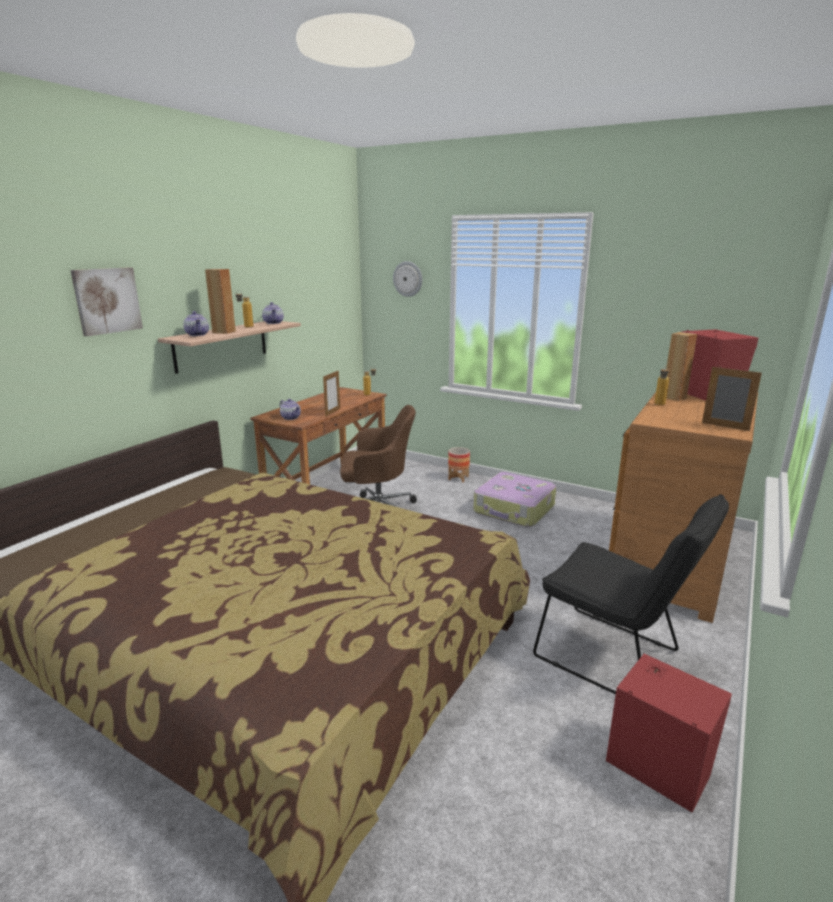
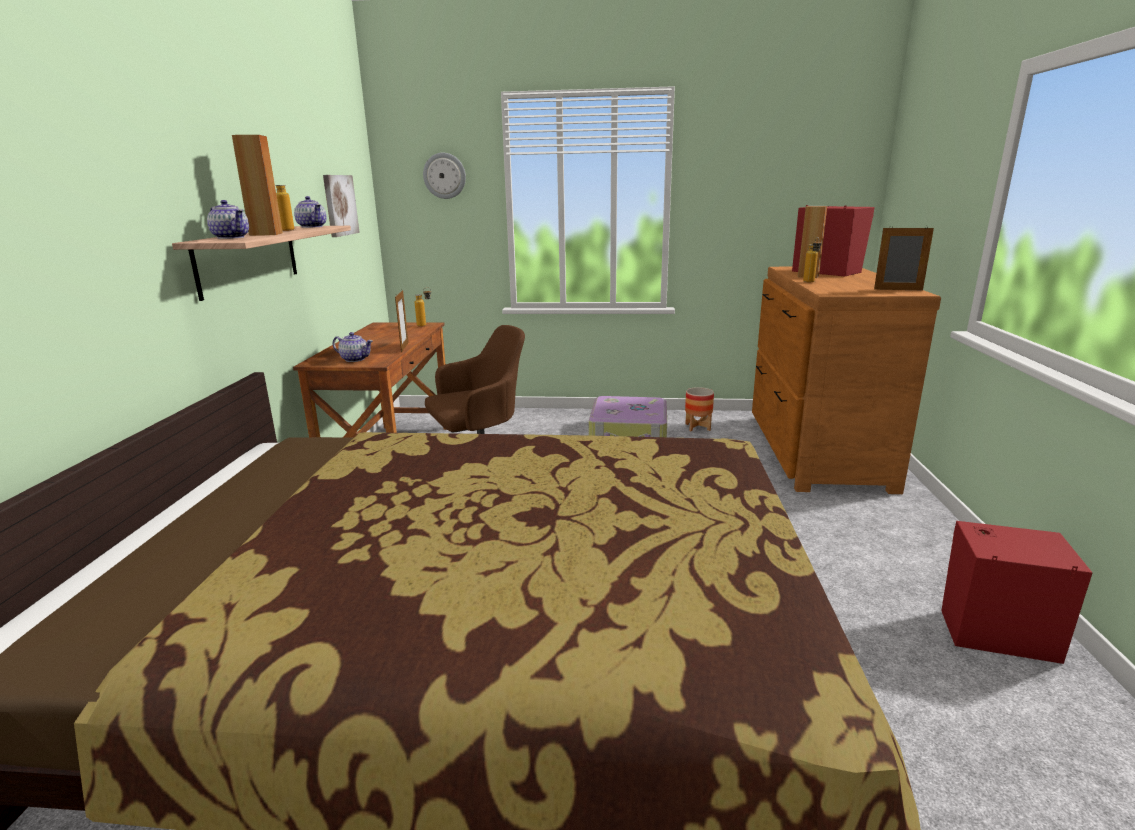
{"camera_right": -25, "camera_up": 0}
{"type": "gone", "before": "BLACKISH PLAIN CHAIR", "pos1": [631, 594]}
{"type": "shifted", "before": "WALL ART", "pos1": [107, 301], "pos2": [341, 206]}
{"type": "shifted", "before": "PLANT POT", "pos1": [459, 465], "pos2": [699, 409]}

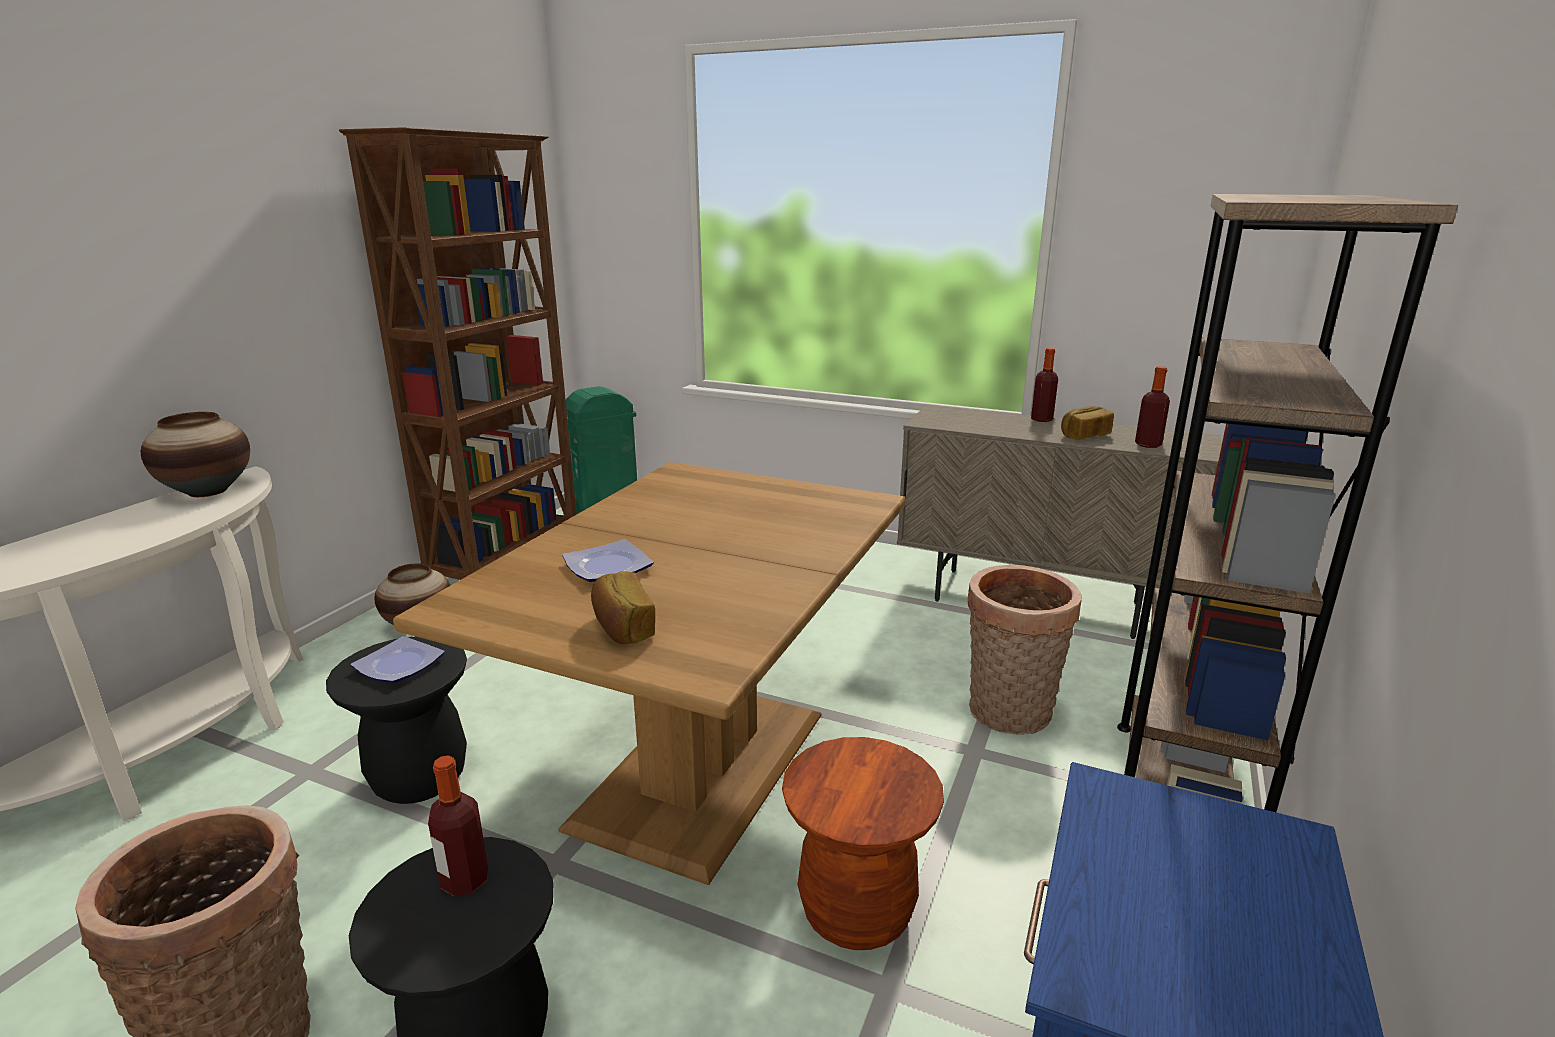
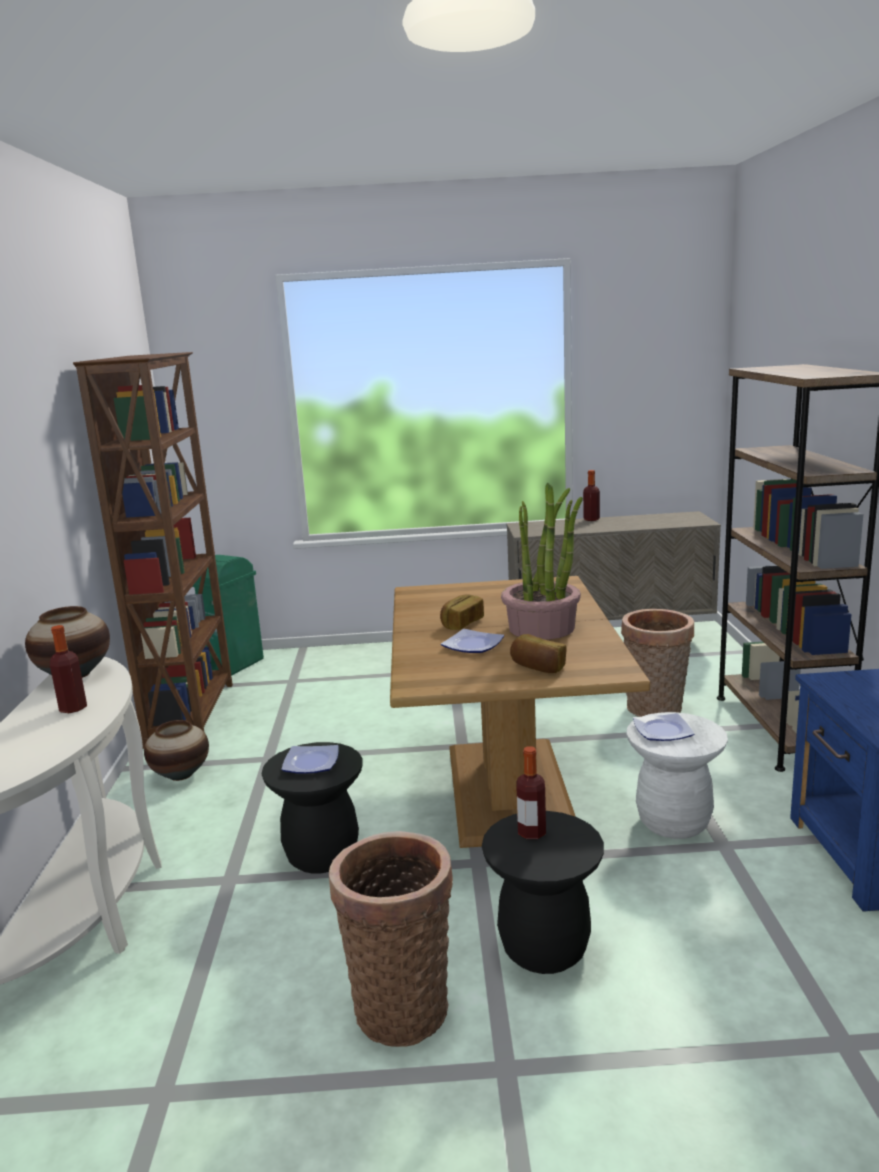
{"camera_right": -25, "camera_up": -5}
{"type": "new", "after": "PLANT IN A POT", "pos2": [542, 561]}
{"type": "new", "after": "DINNER PLATE", "pos2": [664, 727]}
{"type": "shifted", "before": "BREAD", "pos1": [1087, 423], "pos2": [462, 612]}
{"type": "shifted", "before": "BOTTLE", "pos1": [1152, 407], "pos2": [68, 669]}
{"type": "repainted", "before": "BROWNISH STOOL", "after": "WHITE-COLOURED STOOL", "pos1": [863, 843], "pos2": [677, 775]}

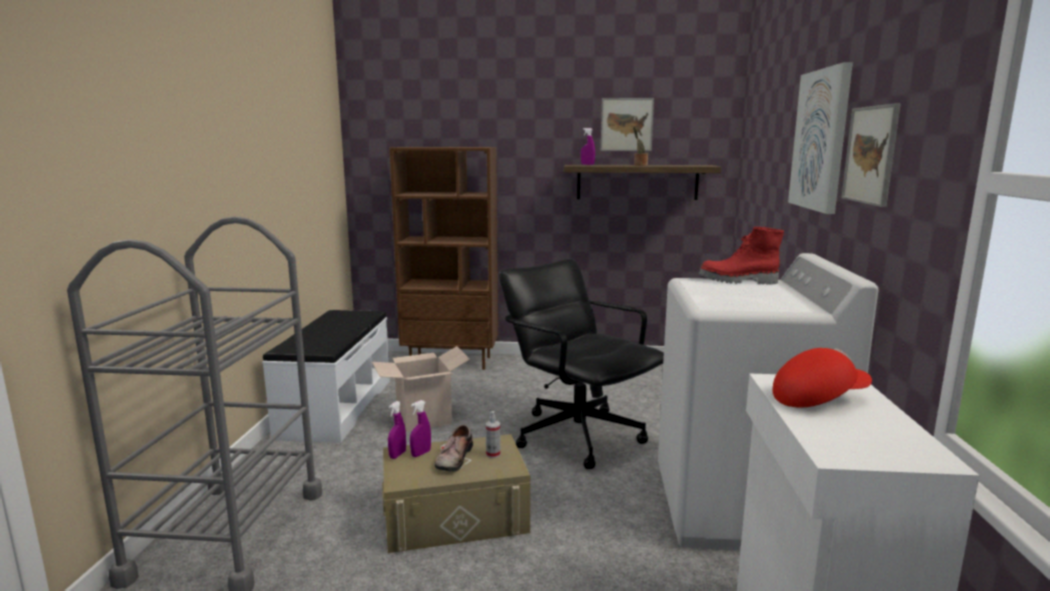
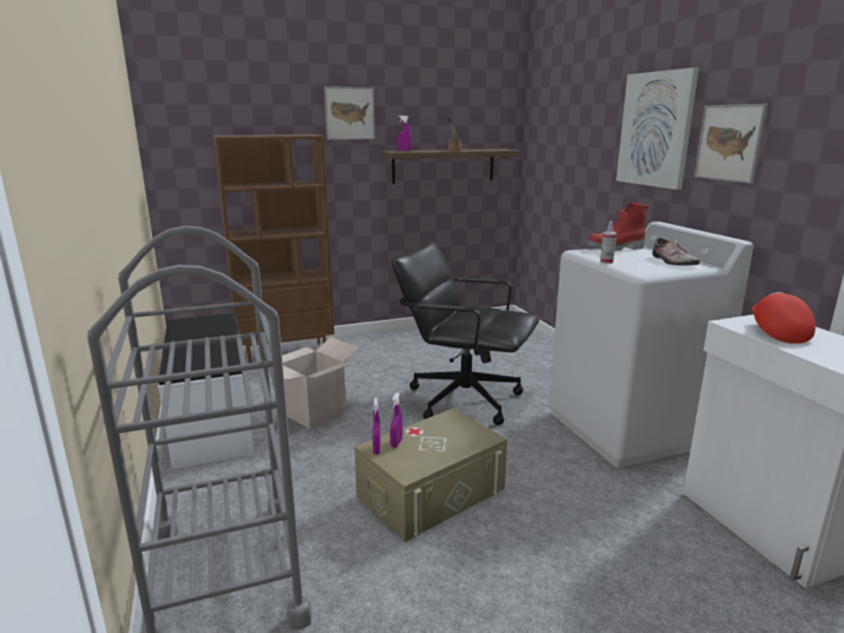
{"camera_right": -25, "camera_up": 5}
{"type": "shifted", "before": "ITEM OF FOOTWEAR", "pos1": [454, 448], "pos2": [676, 252]}
{"type": "shifted", "before": "HAND SPRAYER", "pos1": [493, 434], "pos2": [608, 242]}
{"type": "shifted", "before": "WALL ART", "pos1": [627, 124], "pos2": [349, 113]}
{"type": "rotated", "before": "REDDISH PEAKED CAP", "pos1": [822, 378], "pos2": [784, 318], "turn": -45}

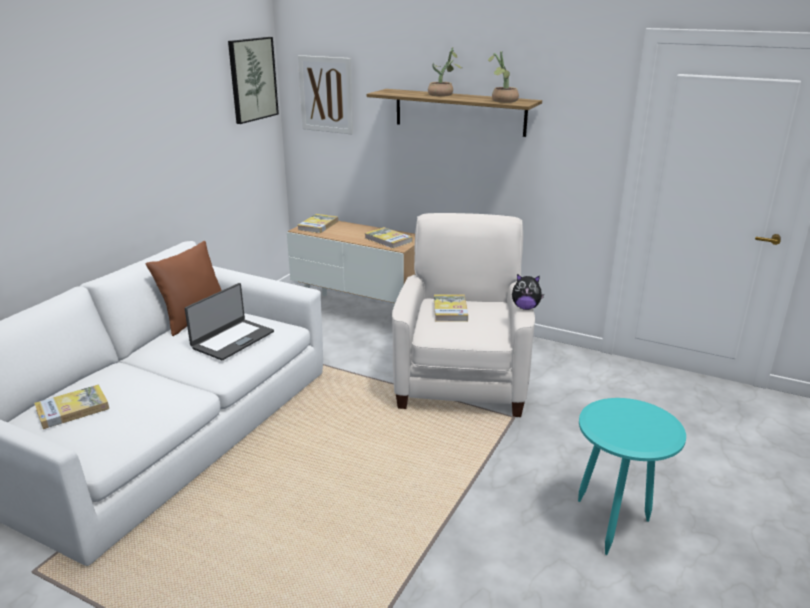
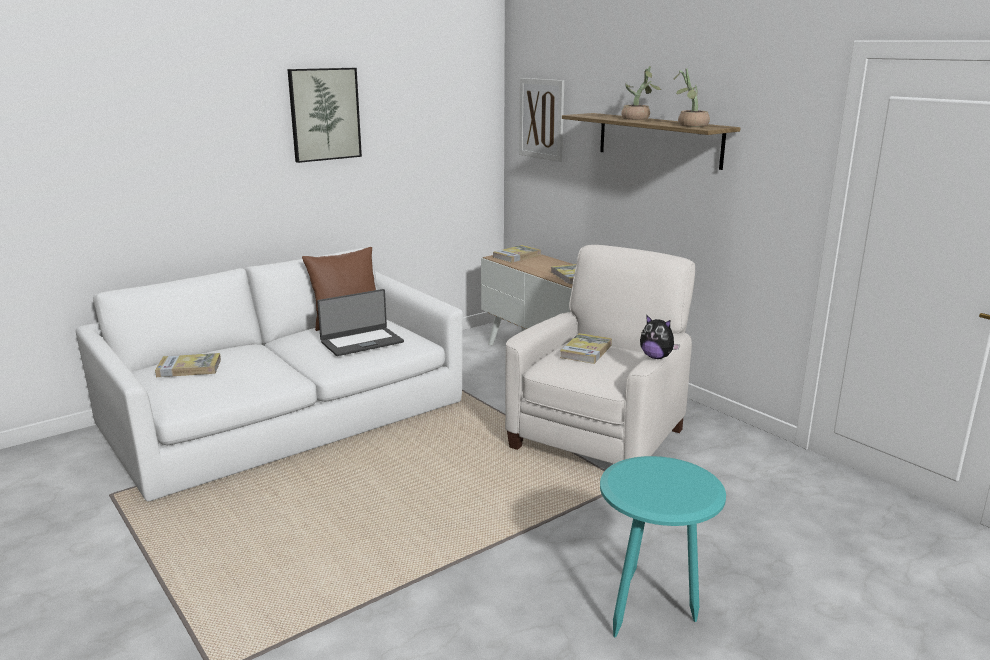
{"camera_right": 25, "camera_up": -5}
{"type": "shifted", "before": "WALL ART", "pos1": [253, 80], "pos2": [324, 115]}

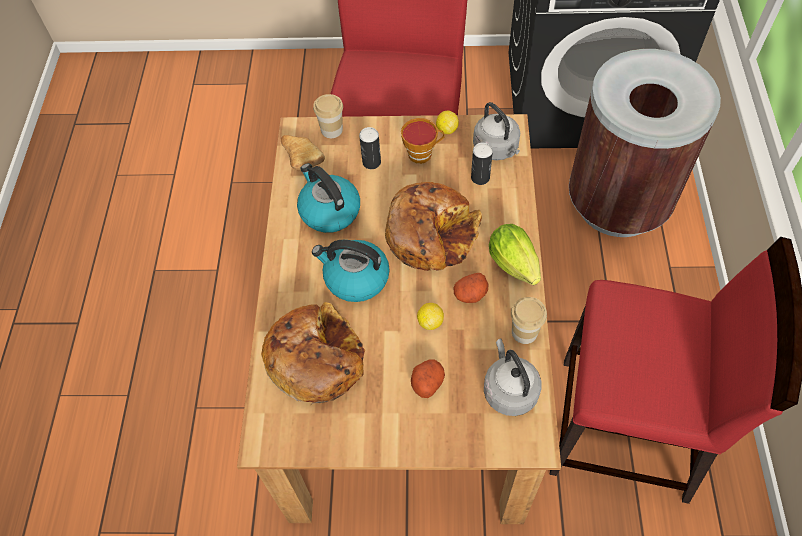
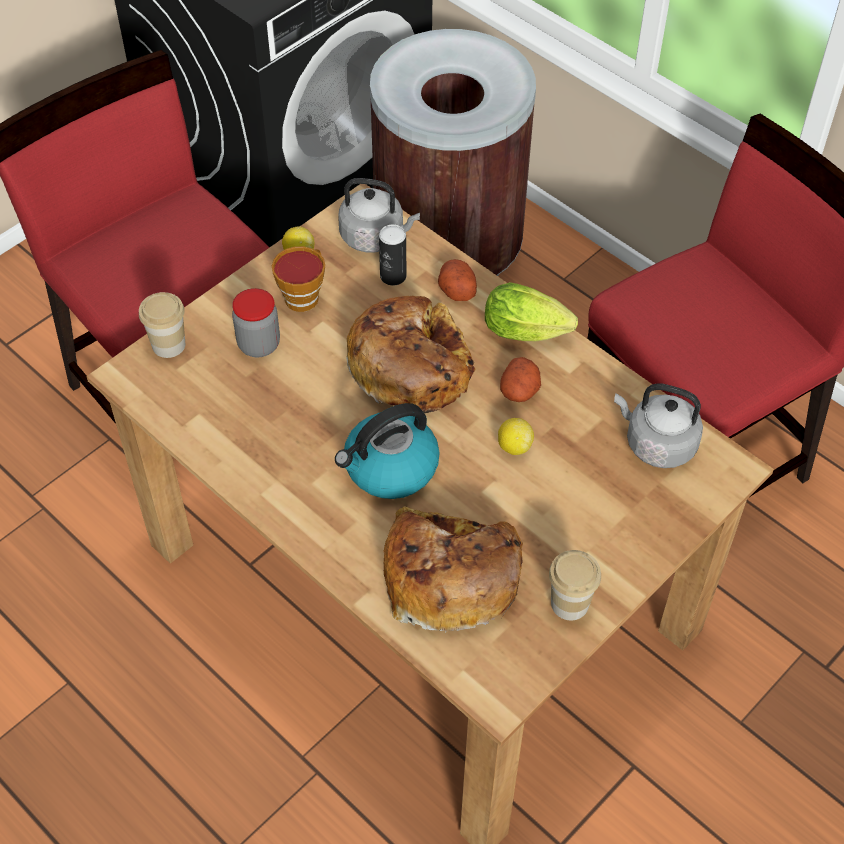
{"camera_right": -50, "camera_up": -5}
{"type": "gone", "before": "BREAD", "pos1": [303, 152]}
{"type": "gone", "before": "WATER KETTLE", "pos1": [328, 198]}
{"type": "shifted", "before": "WHOLE POTATO", "pos1": [428, 378], "pos2": [457, 280]}
{"type": "shifted", "before": "CUP", "pos1": [529, 320], "pos2": [575, 585]}
{"type": "swapped", "before": "CAN", "after": "JAR", "pos1": [370, 148], "pos2": [256, 322]}

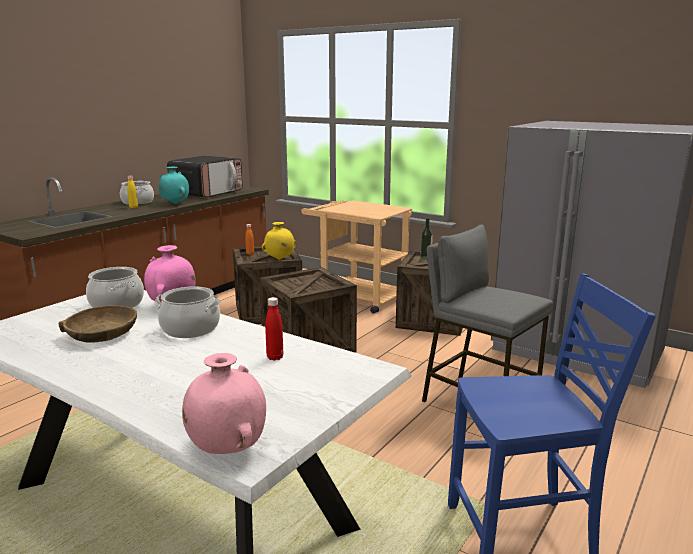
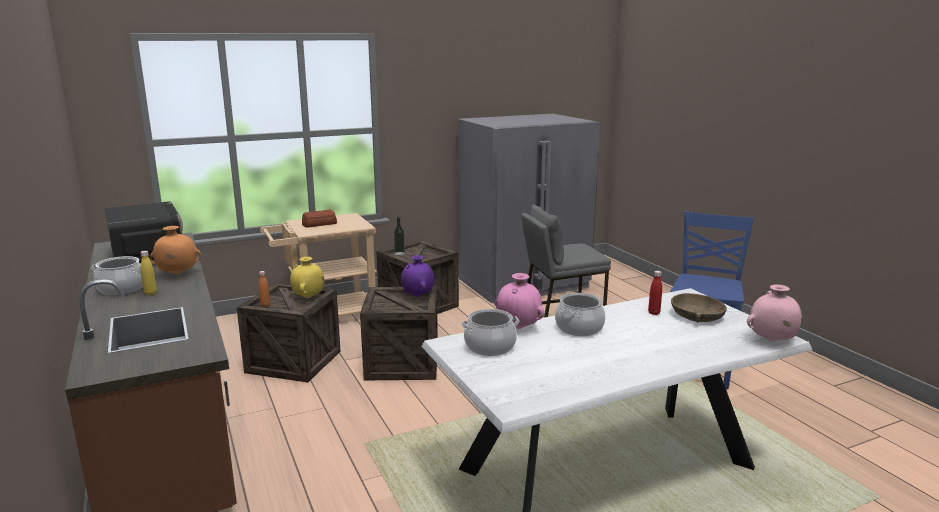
{"camera_right": -60, "camera_up": 0}
{"type": "new", "after": "BREAD", "pos2": [319, 218]}
{"type": "new", "after": "PURPLE VASE", "pos2": [417, 276]}
{"type": "shifted", "before": "BROWNISH DEEP DISH", "pos1": [97, 324], "pos2": [699, 308]}
{"type": "repainted", "before": "TURQUOISE VASE", "after": "ORANGE VASE", "pos1": [173, 185], "pos2": [175, 250]}

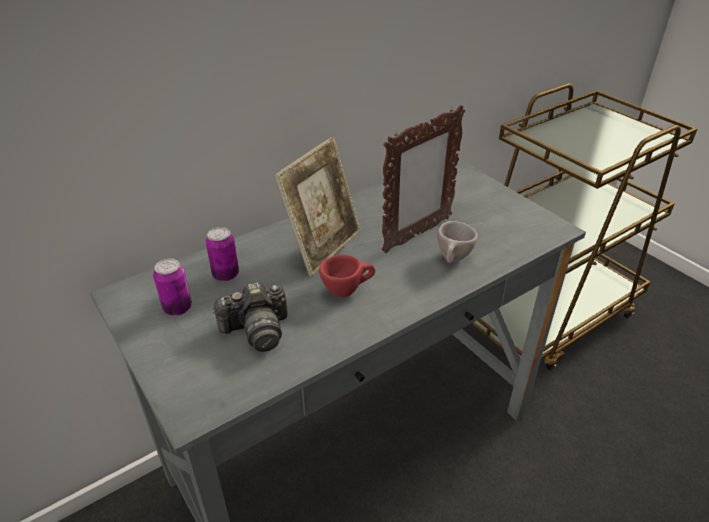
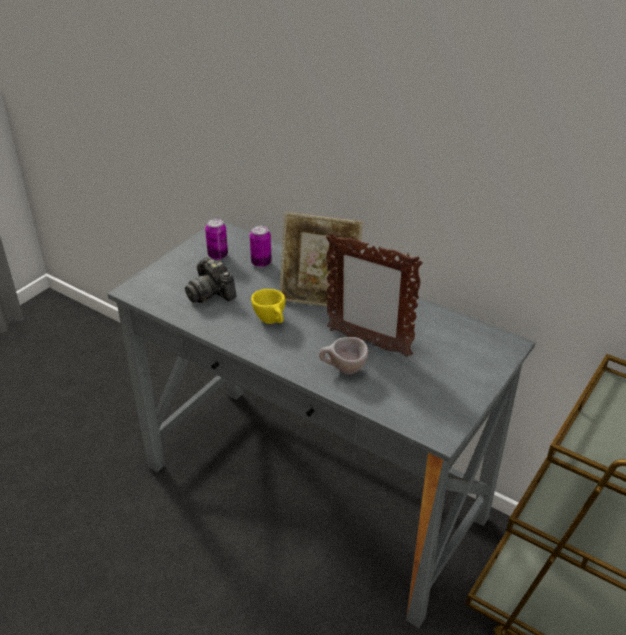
{"camera_right": 70, "camera_up": 0}
{"type": "repainted", "before": "REDDISH CUP", "after": "YELLOW CUP", "pos1": [347, 276], "pos2": [268, 306]}

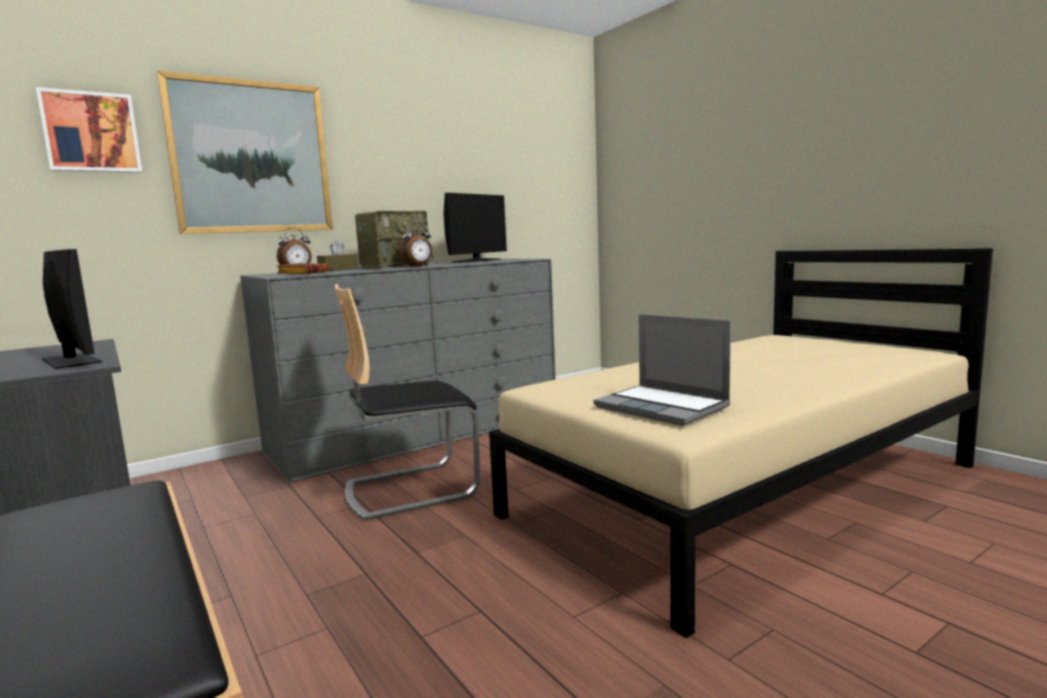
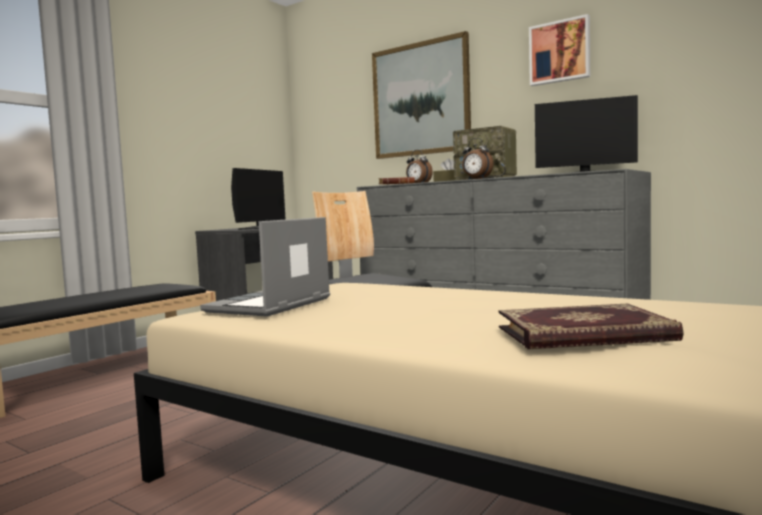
{"camera_right": 70, "camera_up": -5}
{"type": "new", "after": "BOOK", "pos2": [591, 326]}
{"type": "shifted", "before": "WALL ART", "pos1": [89, 130], "pos2": [559, 50]}

